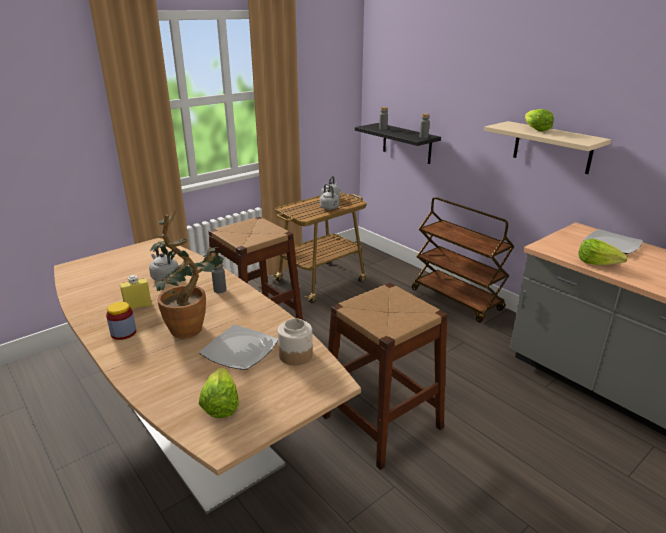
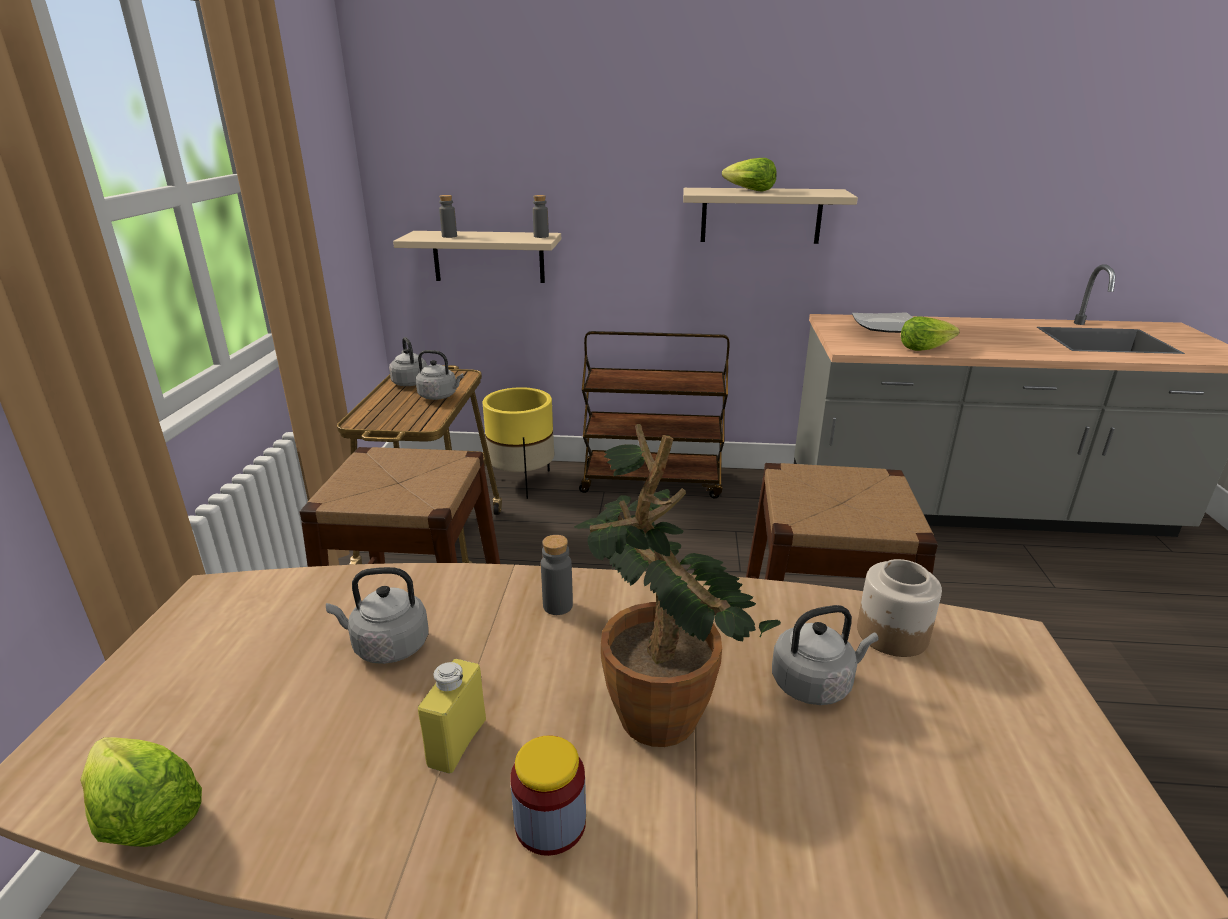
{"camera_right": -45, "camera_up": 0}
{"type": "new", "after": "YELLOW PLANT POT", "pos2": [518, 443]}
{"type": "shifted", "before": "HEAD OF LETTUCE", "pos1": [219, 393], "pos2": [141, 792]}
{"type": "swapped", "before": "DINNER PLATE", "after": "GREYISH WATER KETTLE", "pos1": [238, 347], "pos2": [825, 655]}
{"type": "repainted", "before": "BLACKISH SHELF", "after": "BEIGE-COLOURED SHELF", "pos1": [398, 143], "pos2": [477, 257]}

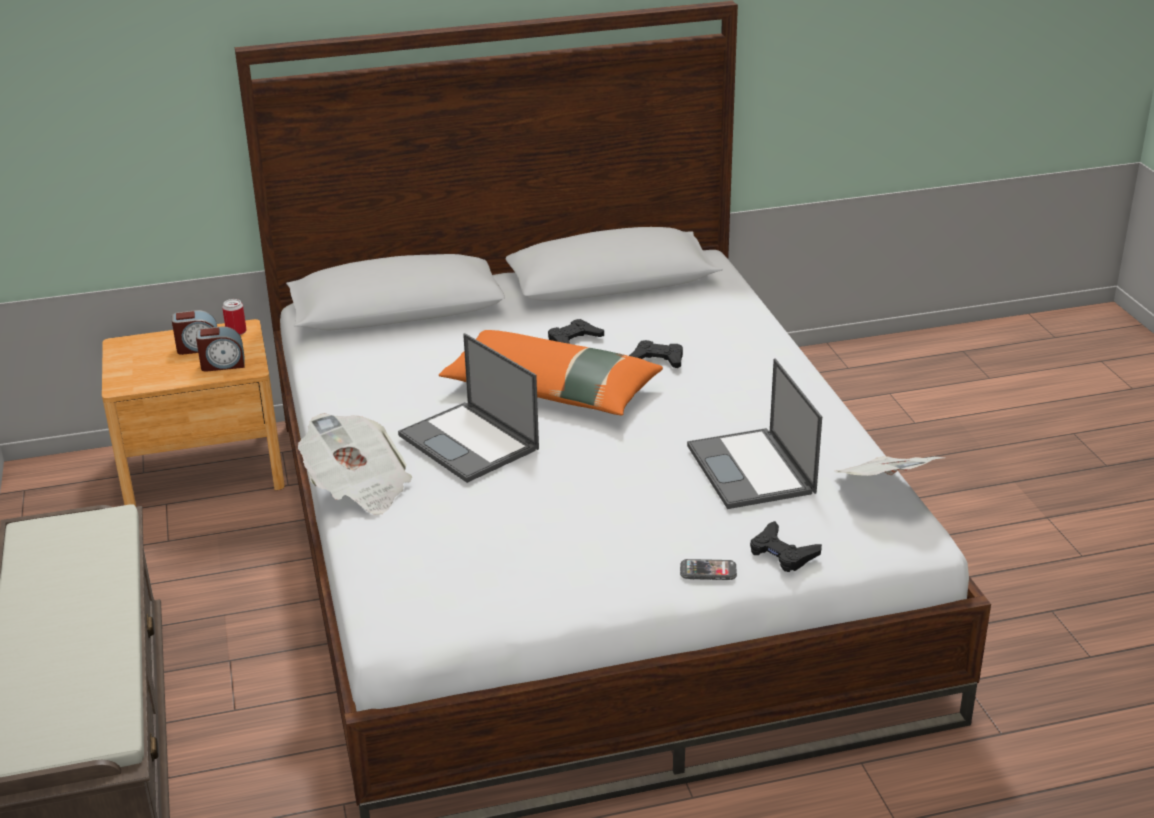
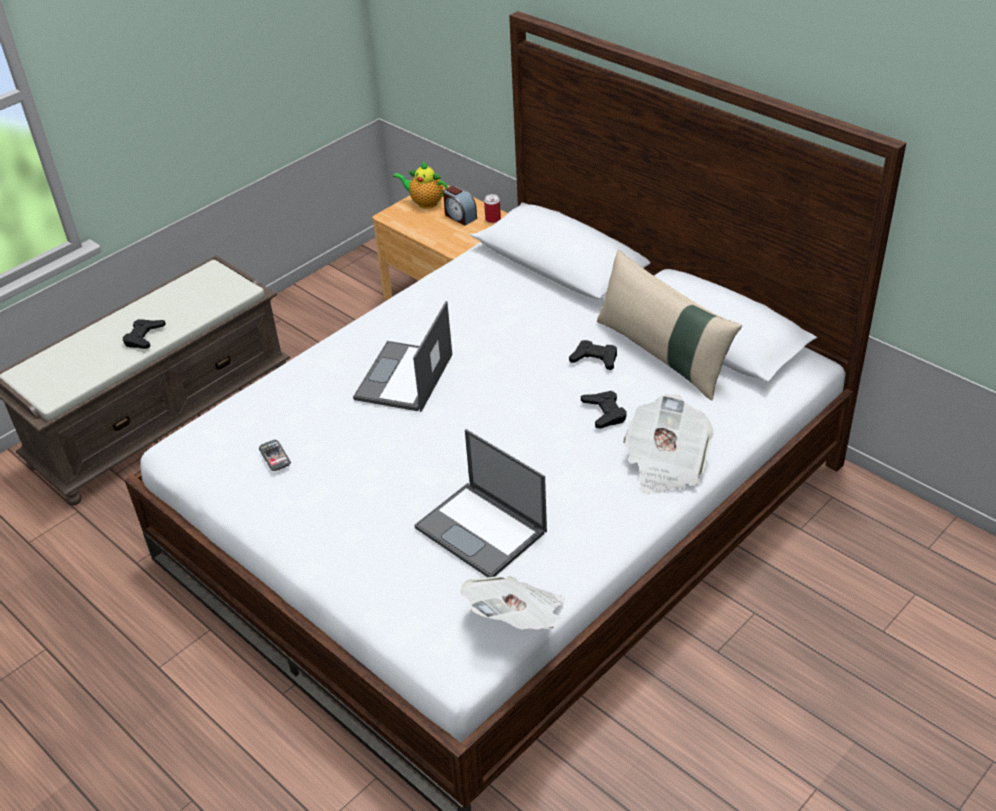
{"camera_right": 60, "camera_up": 10}
{"type": "gone", "before": "BEDSIDE CLOCK", "pos1": [220, 349]}
{"type": "gone", "before": "ORANGE THROW PILLOW", "pos1": [551, 373]}
{"type": "new", "after": "POT FOR TEA", "pos2": [420, 185]}
{"type": "new", "after": "BEIGE-COLOURED THROW PILLOW", "pos2": [669, 325]}
{"type": "shifted", "before": "PRINTED PAPER", "pos1": [355, 464], "pos2": [668, 444]}
{"type": "shifted", "before": "TELEPHONE", "pos1": [708, 569], "pos2": [275, 455]}
{"type": "shifted", "before": "BLACKISH GAME CONTROLLER", "pos1": [786, 546], "pos2": [144, 334]}
{"type": "rotated", "before": "PORTABLE COMPUTER", "pos1": [754, 434], "pos2": [480, 503], "turn": -90}

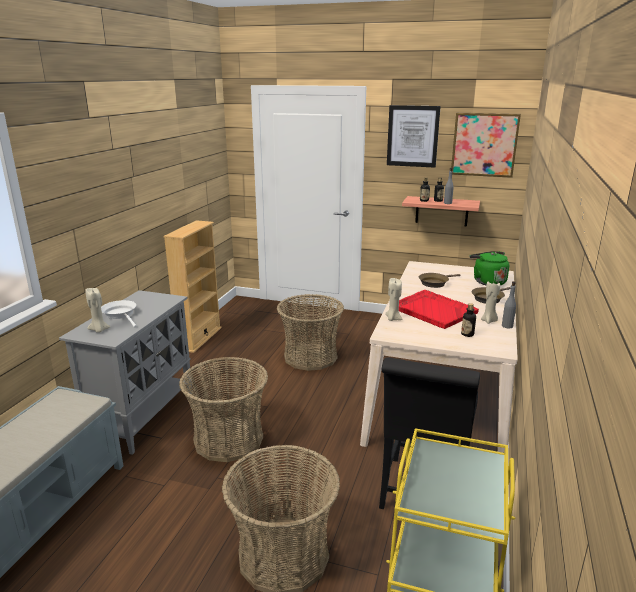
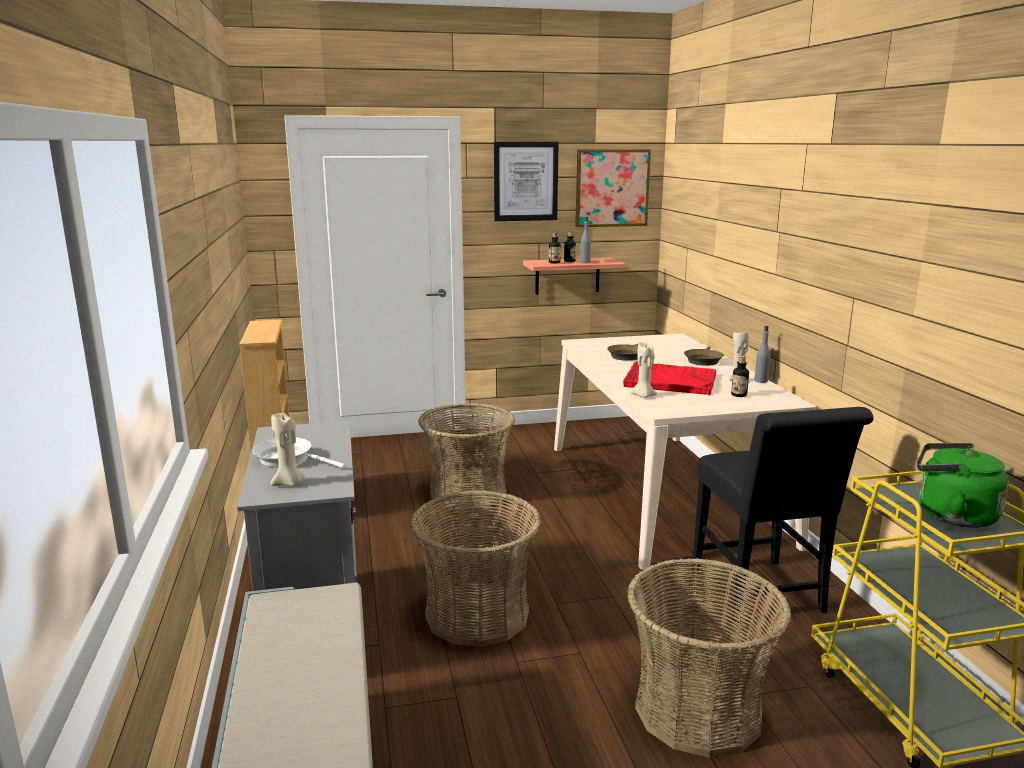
{"camera_right": -30, "camera_up": -5}
{"type": "shifted", "before": "GREENISH WATER KETTLE", "pos1": [489, 268], "pos2": [963, 485]}

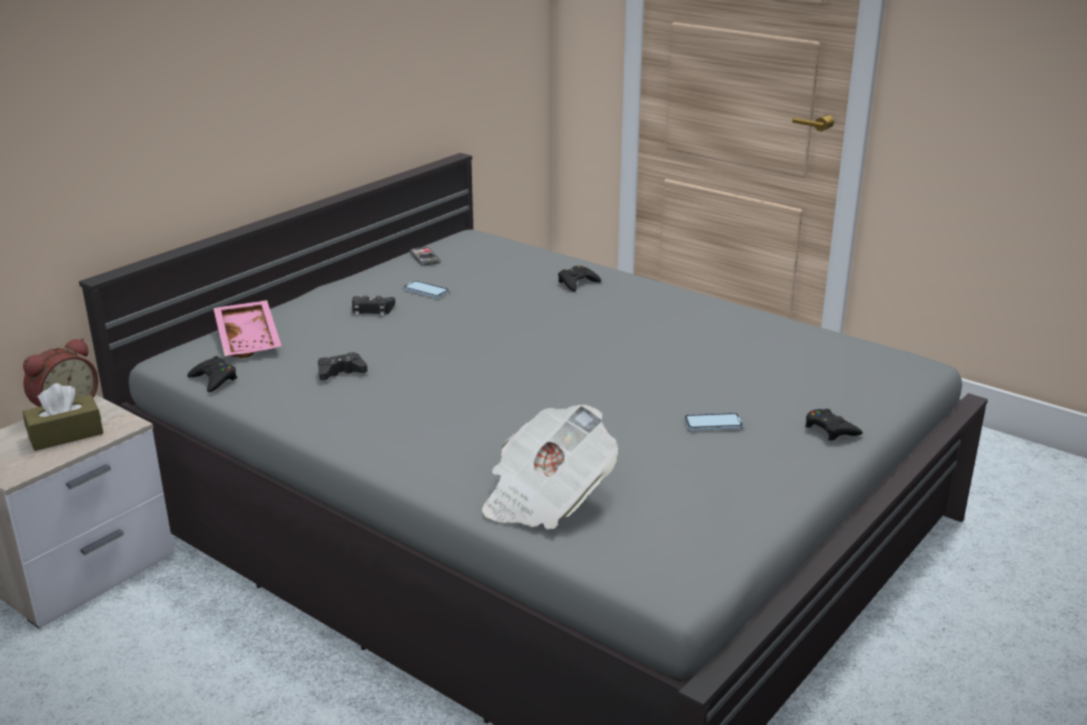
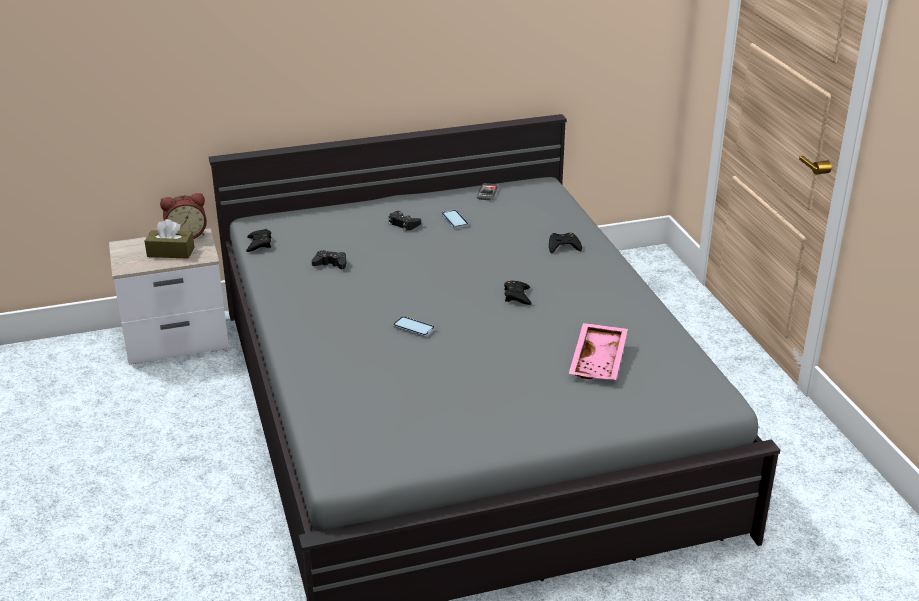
{"camera_right": 35, "camera_up": 5}
{"type": "gone", "before": "PRINTED PAPER", "pos1": [550, 467]}
{"type": "shifted", "before": "PINK-COLOURED CARRYING TRAY", "pos1": [247, 329], "pos2": [598, 351]}
{"type": "shifted", "before": "TELEPHONE", "pos1": [714, 422], "pos2": [414, 326]}
{"type": "shifted", "before": "BLACKISH GAME CONTROLLER", "pos1": [834, 425], "pos2": [518, 292]}

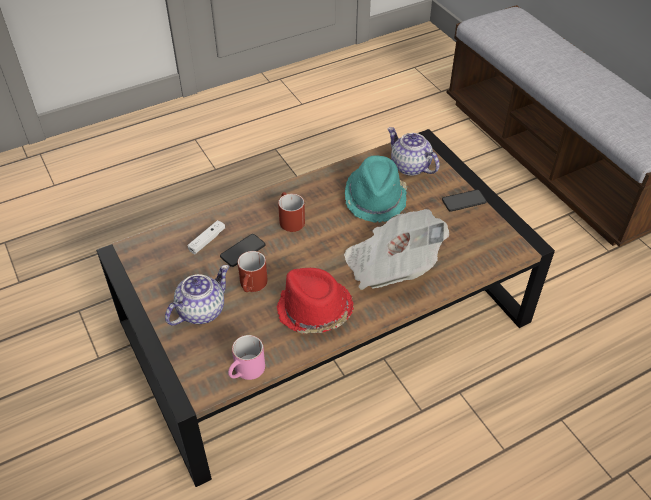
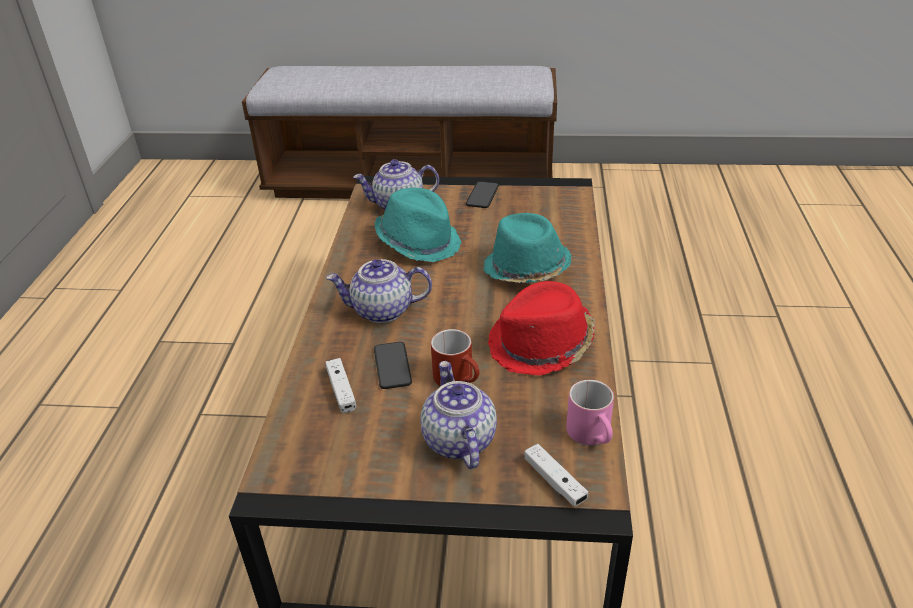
{"camera_right": -55, "camera_up": -10}
{"type": "new", "after": "WHITE-COLOURED GAME CONTROLLER", "pos2": [556, 475]}
{"type": "swapped", "before": "REDDISH COFFEE MUG", "after": "POT FOR TEA", "pos1": [291, 212], "pos2": [379, 291]}
{"type": "swapped", "before": "PRINTED PAPER", "after": "TURQUOISE CLOTHING HAT", "pos1": [396, 249], "pos2": [527, 248]}

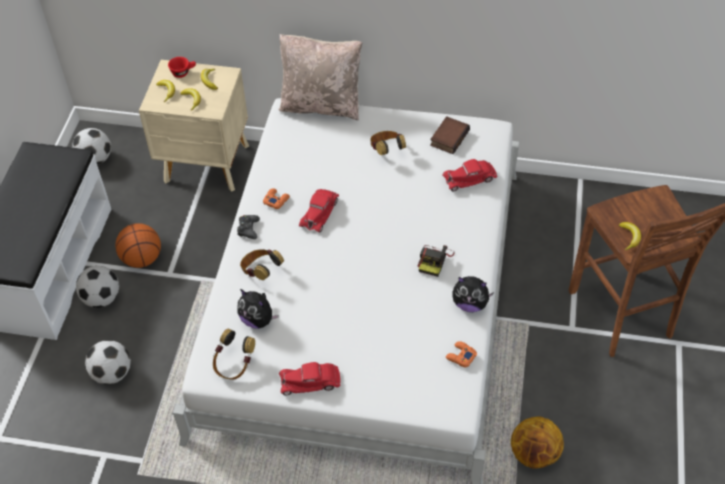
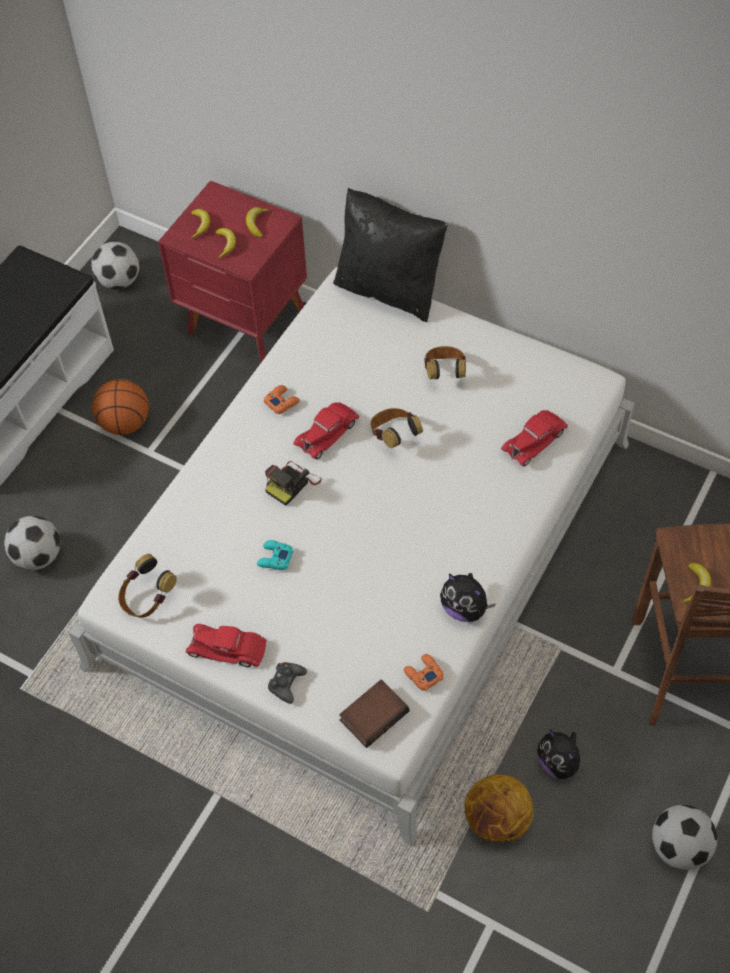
{"camera_right": 20, "camera_up": 5}
{"type": "gone", "before": "REDDISH CUP", "pos1": [182, 67]}
{"type": "new", "after": "TURQUOISE GAME CONTROLLER", "pos2": [275, 555]}
{"type": "shifted", "before": "FOOTBALL BALL", "pos1": [97, 287], "pos2": [684, 837]}
{"type": "shifted", "before": "BLACKISH GAME CONTROLLER", "pos1": [248, 227], "pos2": [287, 683]}
{"type": "shifted", "before": "CUDDLY TOY", "pos1": [258, 309], "pos2": [562, 754]}
{"type": "shifted", "before": "HEADSET", "pos1": [262, 264], "pos2": [396, 428]}
{"type": "shifted", "before": "PHOTO CAMERA", "pos1": [436, 261], "pos2": [293, 483]}
{"type": "shifted", "before": "BOOK", "pos1": [450, 135], "pos2": [374, 713]}
{"type": "repainted", "before": "BEIGE-COLOURED NIGHTSTAND", "after": "REDDISH NIGHTSTAND", "pos1": [194, 126], "pos2": [232, 271]}
{"type": "repainted", "before": "BEIGE-COLOURED THROW PILLOW", "after": "BLACKISH THROW PILLOW", "pos1": [320, 77], "pos2": [390, 255]}
{"type": "rotated", "before": "REDDISH MODEL CAR", "pos1": [470, 175], "pos2": [534, 438], "turn": -45}

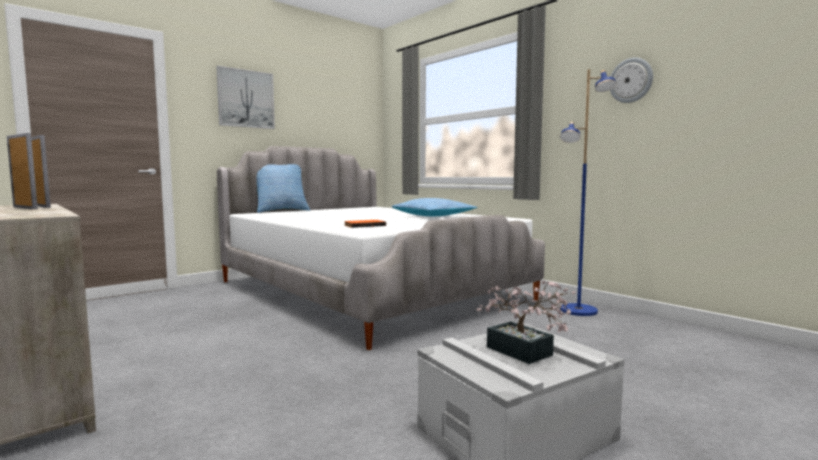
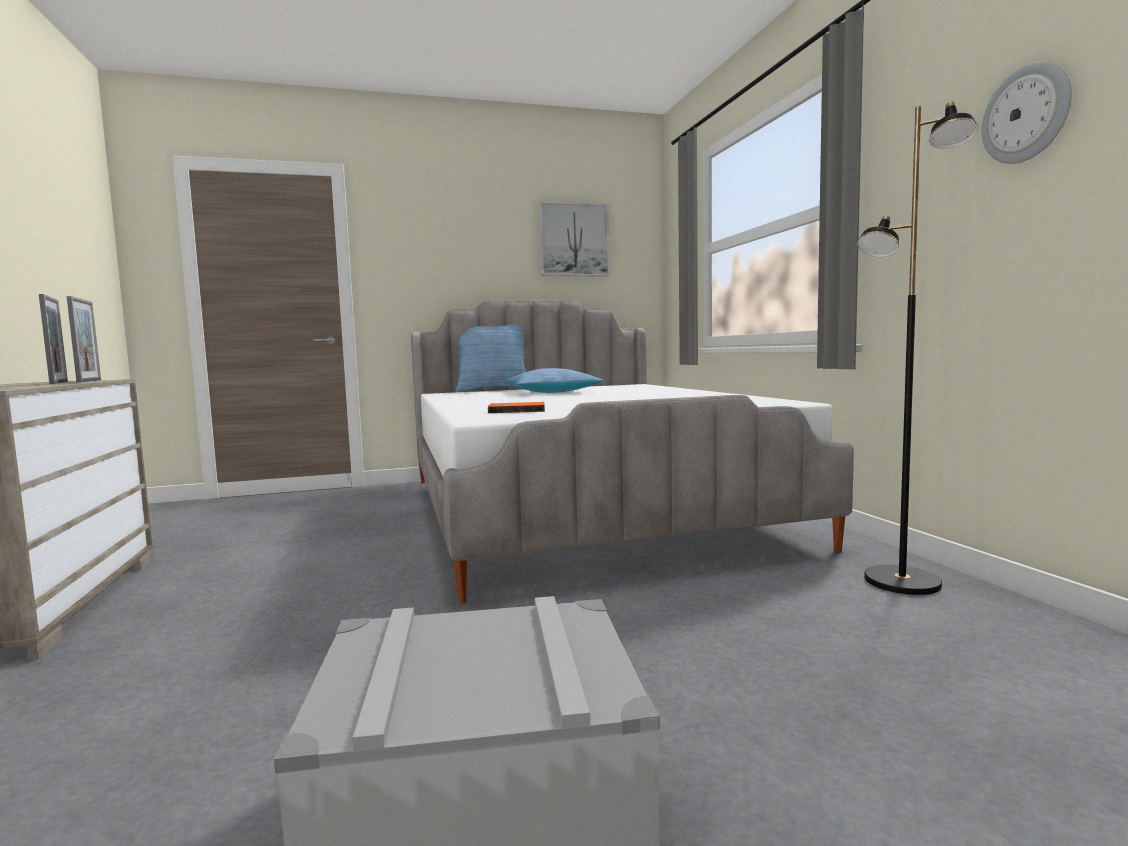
{"camera_right": 25, "camera_up": 0}
{"type": "gone", "before": "PLANT IN A POT", "pos1": [525, 322]}
{"type": "shifted", "before": "WALL ART", "pos1": [245, 97], "pos2": [574, 238]}
{"type": "shifted", "before": "THROW PILLOW", "pos1": [434, 207], "pos2": [555, 380]}
{"type": "repainted", "before": "BLUISH FLOOR LAMP", "after": "BLACKISH FLOOR LAMP", "pos1": [588, 192], "pos2": [917, 348]}

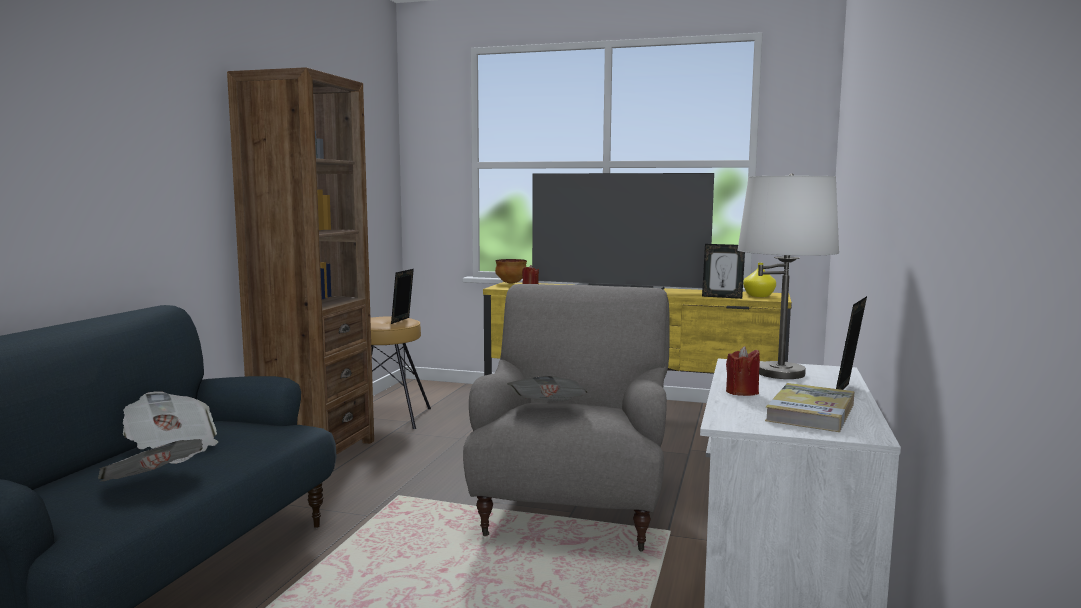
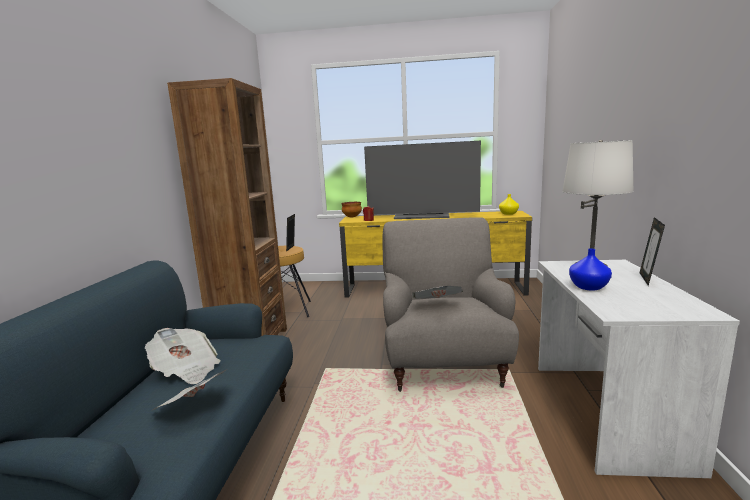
{"camera_right": -10, "camera_up": 5}
{"type": "gone", "before": "PICTURE FRAME", "pos1": [723, 271]}
{"type": "gone", "before": "BOOK", "pos1": [809, 407]}
{"type": "swapped", "before": "REDDISH CANDLE", "after": "BLUISH VASE", "pos1": [743, 371], "pos2": [590, 269]}

